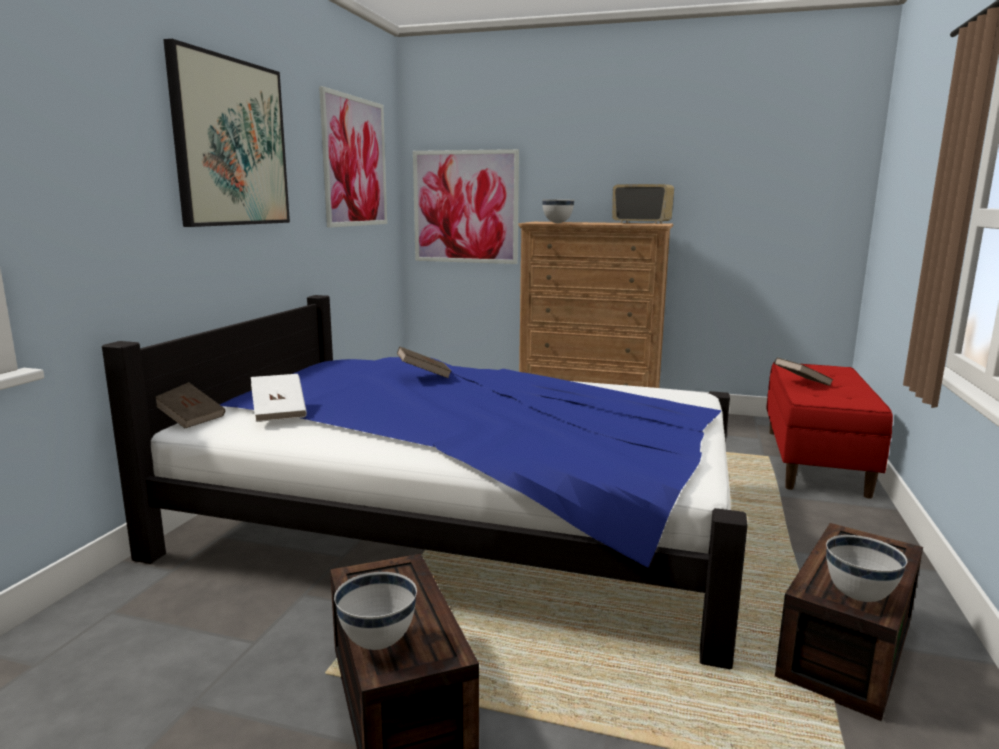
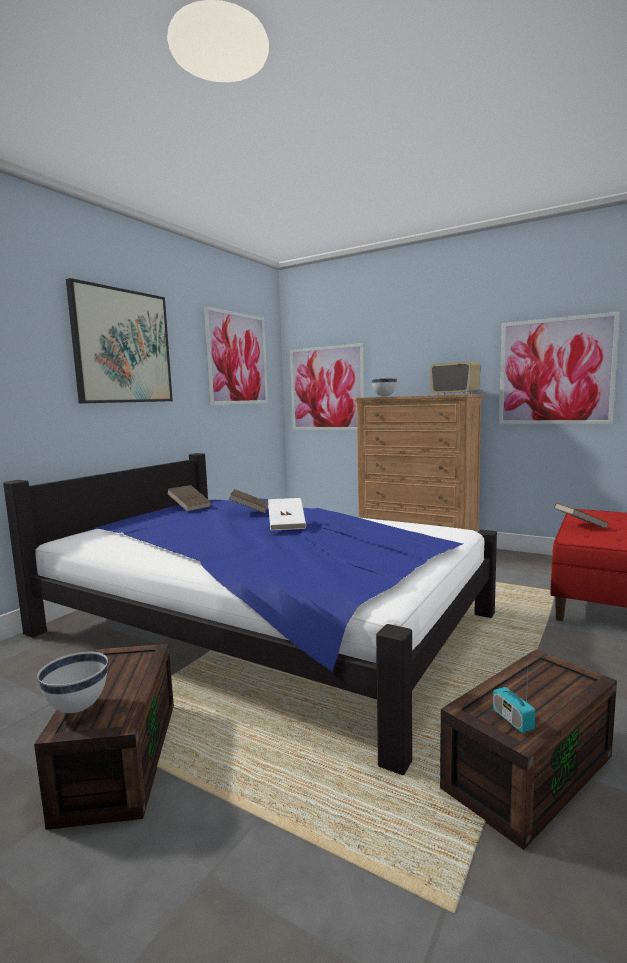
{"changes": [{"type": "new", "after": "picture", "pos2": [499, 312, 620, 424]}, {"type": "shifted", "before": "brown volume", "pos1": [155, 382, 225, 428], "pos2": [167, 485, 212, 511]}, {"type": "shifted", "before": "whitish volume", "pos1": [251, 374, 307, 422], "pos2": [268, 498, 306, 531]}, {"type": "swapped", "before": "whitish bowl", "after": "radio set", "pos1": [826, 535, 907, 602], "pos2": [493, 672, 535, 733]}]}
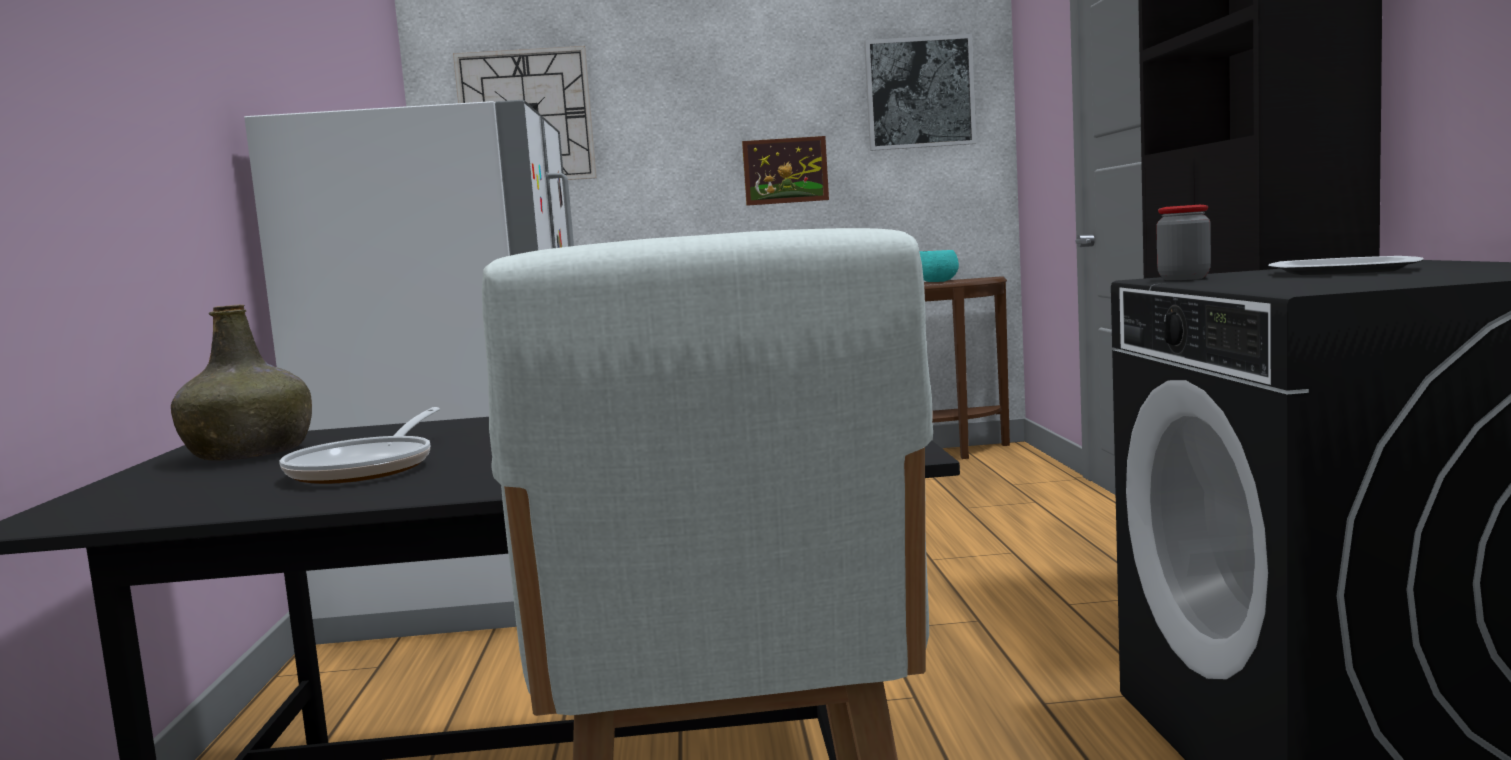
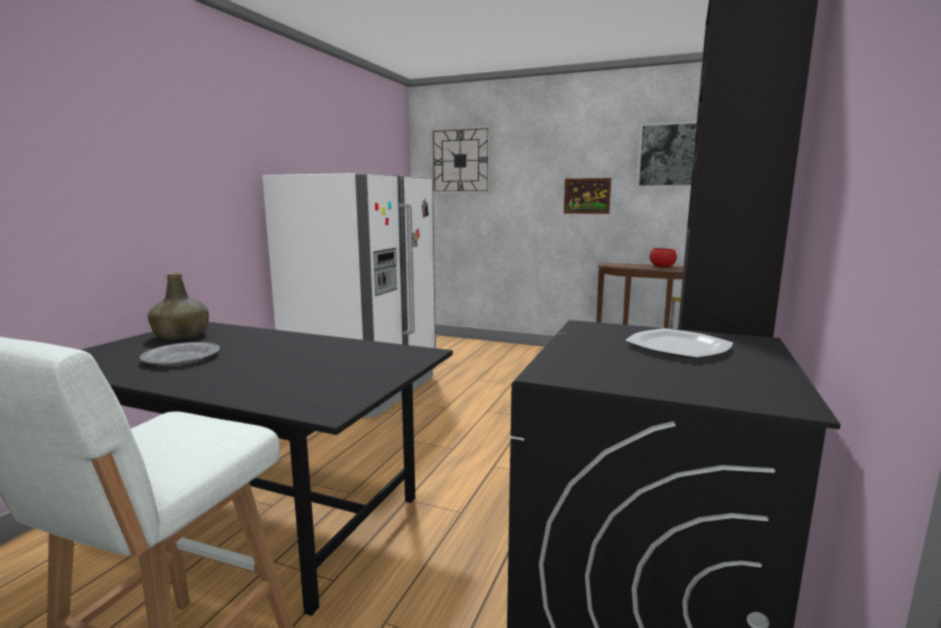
{"changes": [{"type": "gone", "before": "preserve jar", "pos1": [1156, 205, 1211, 280]}, {"type": "swapped", "before": "frying pan", "after": "gray dinner plate", "pos1": [279, 407, 440, 484], "pos2": [139, 342, 220, 364]}, {"type": "repainted", "before": "turquoise bowl", "after": "red bowl", "pos1": [919, 250, 959, 282], "pos2": [650, 248, 677, 267]}]}
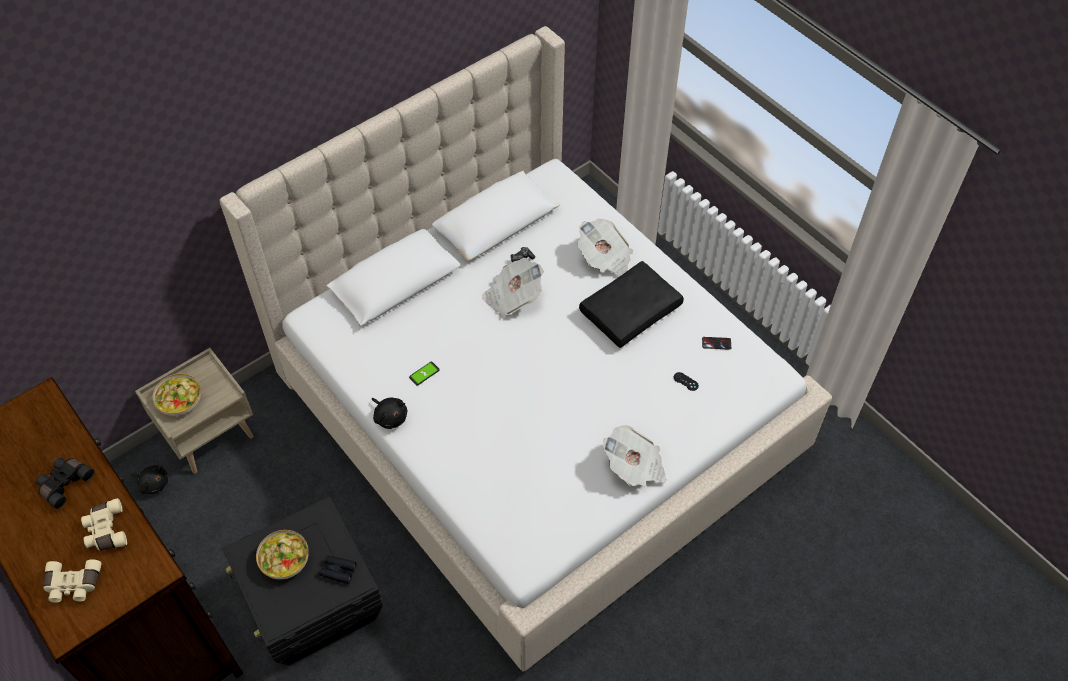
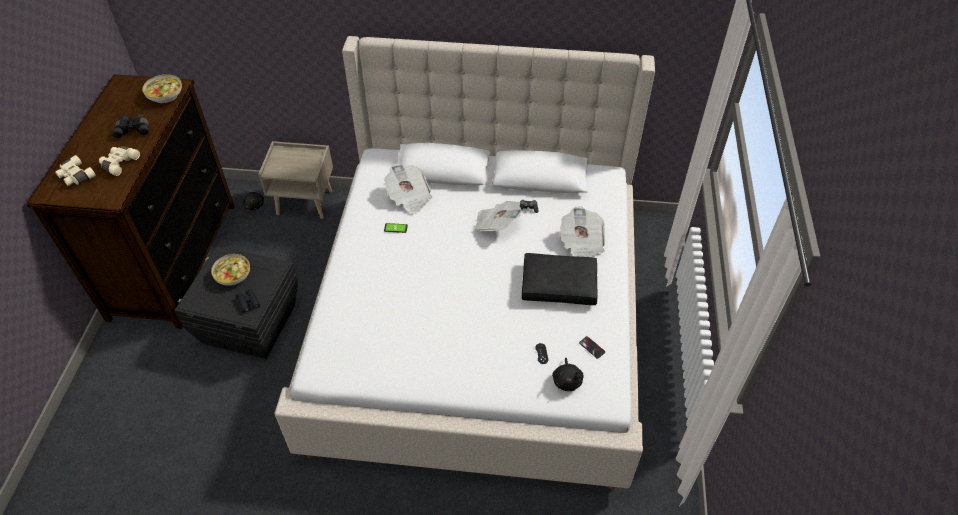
{"changes": [{"type": "shifted", "before": "bowl", "pos1": [152, 374, 201, 416], "pos2": [142, 74, 182, 103]}, {"type": "shifted", "before": "black-coloured cuddly toy", "pos1": [372, 398, 407, 429], "pos2": [552, 358, 584, 391]}, {"type": "shifted", "before": "daily paper", "pos1": [603, 425, 667, 487], "pos2": [384, 163, 432, 214]}]}
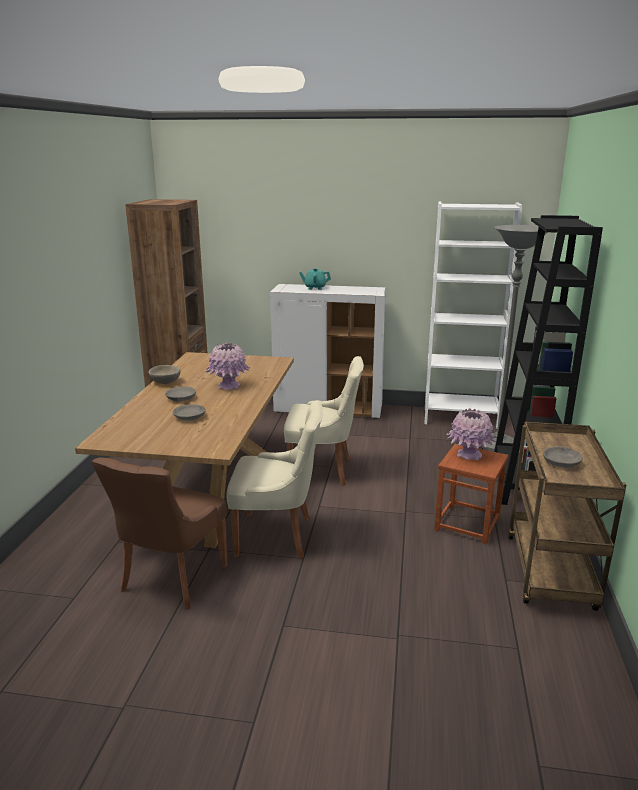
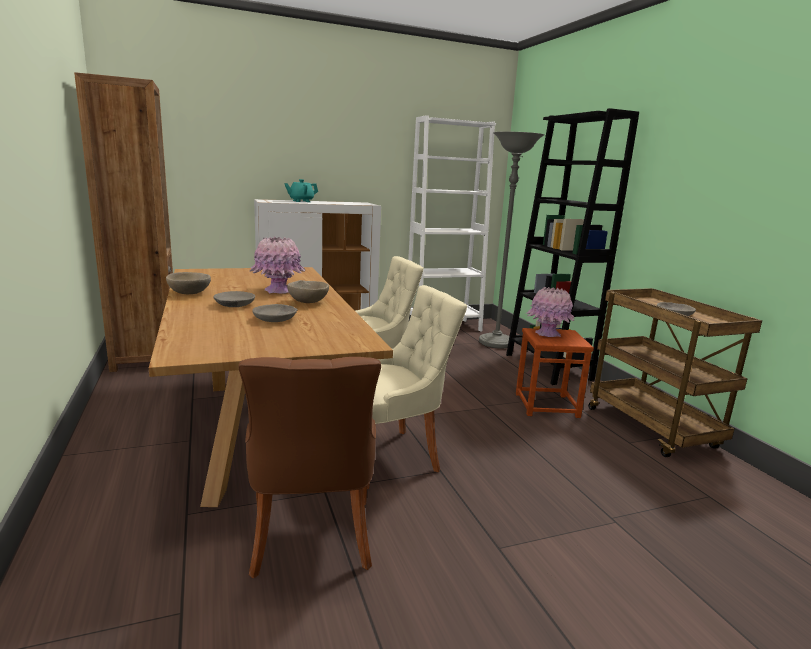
{"changes": [{"type": "new", "after": "sand-coloured bowl", "pos2": [287, 280, 329, 303]}]}
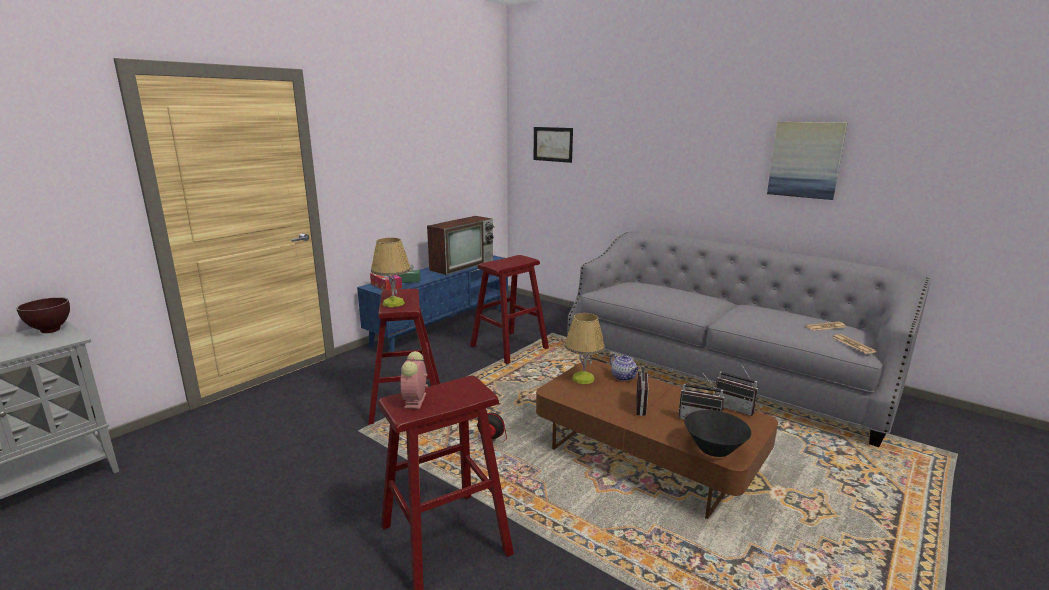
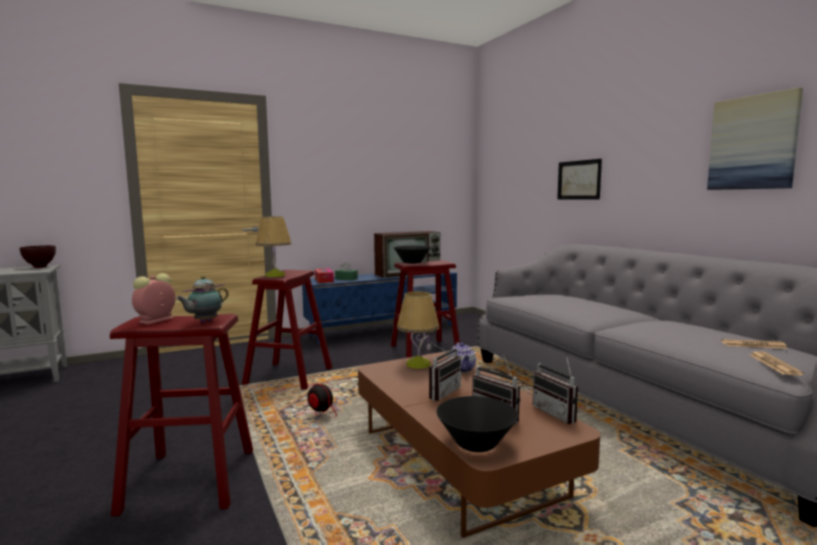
{"changes": [{"type": "new", "after": "tea pot", "pos2": [176, 275, 229, 323]}, {"type": "new", "after": "black-coloured bowl", "pos2": [394, 246, 431, 264]}, {"type": "shifted", "before": "picture", "pos1": [534, 127, 573, 163], "pos2": [557, 159, 602, 200]}]}
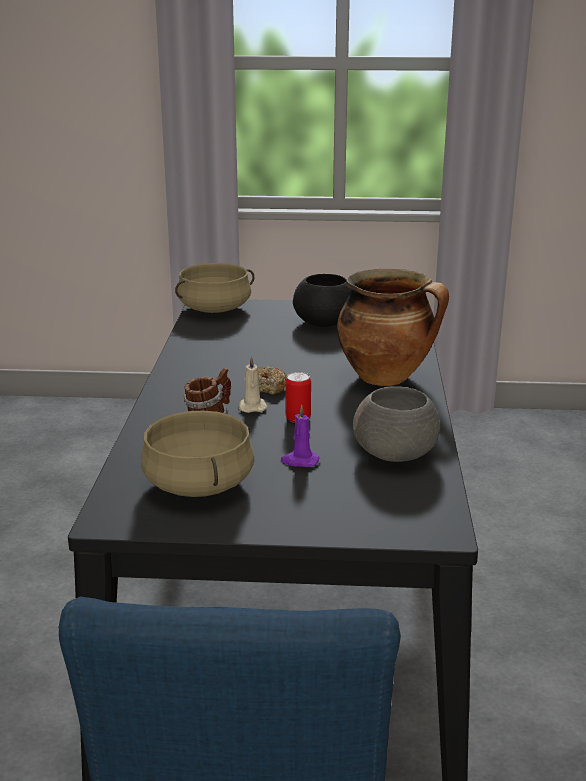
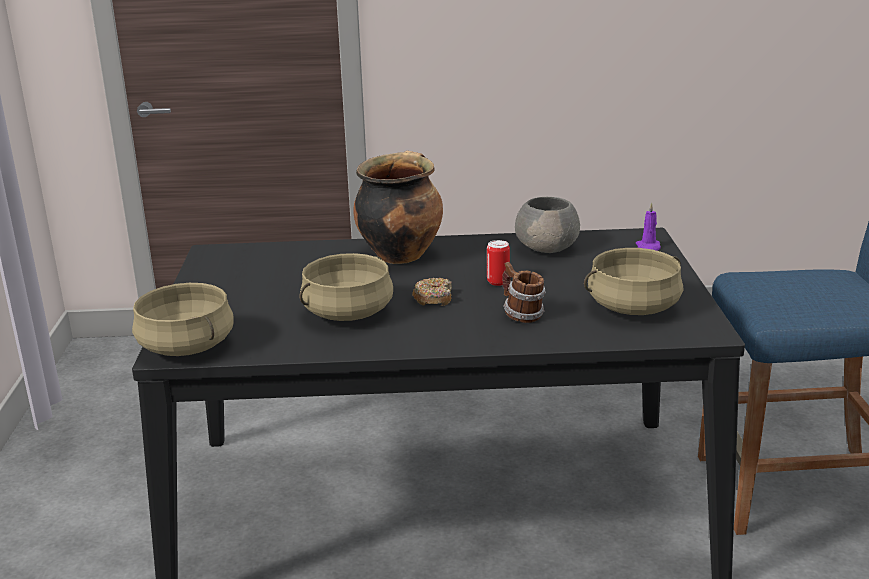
{"changes": [{"type": "gone", "before": "sand-coloured wax candle", "pos1": [239, 355, 267, 413]}, {"type": "gone", "before": "black-coloured bowl", "pos1": [293, 274, 351, 327]}, {"type": "new", "after": "sand-coloured saucepot", "pos2": [300, 253, 393, 321]}, {"type": "shifted", "before": "purple wax candle", "pos1": [281, 404, 319, 467], "pos2": [636, 202, 661, 251]}]}
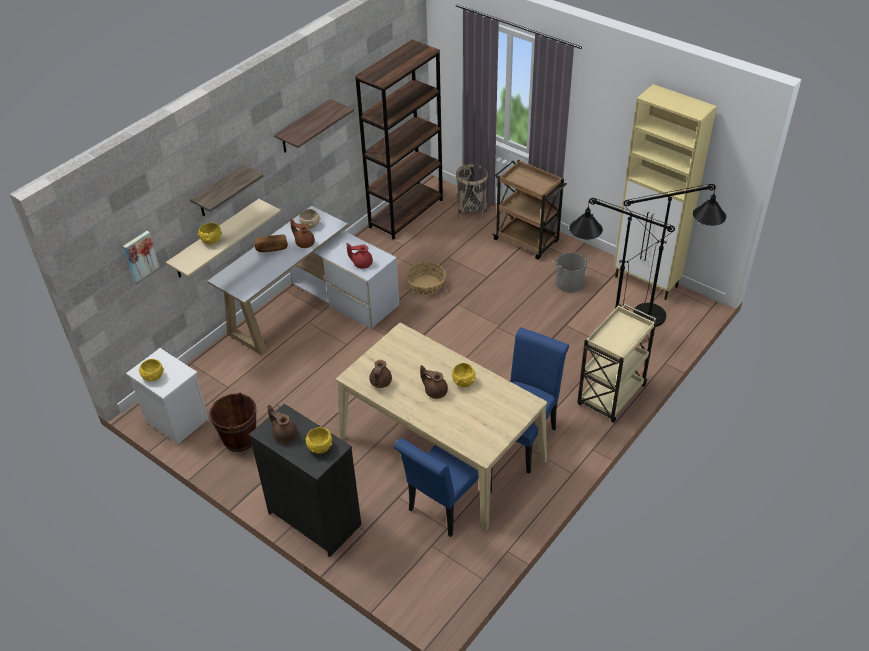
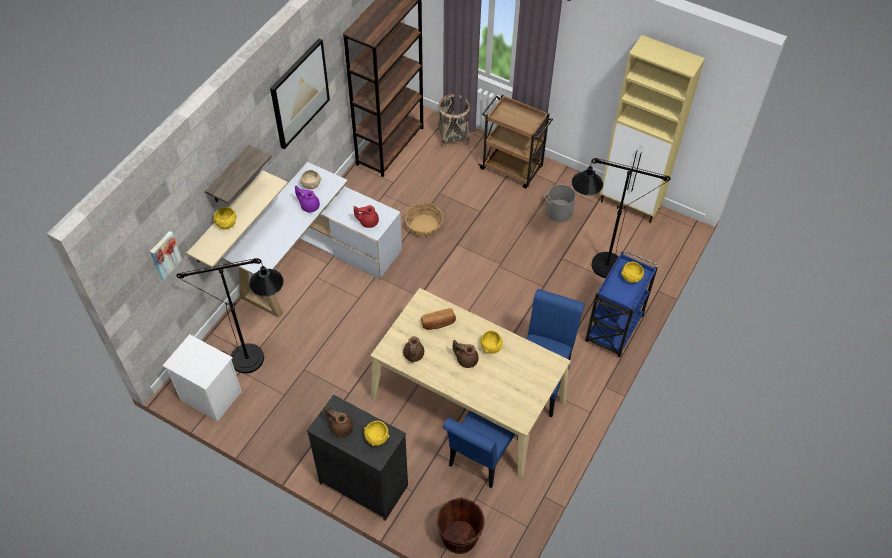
{"changes": [{"type": "shifted", "before": "yellowish bowl", "pos1": [139, 359, 164, 381], "pos2": [621, 262, 644, 283]}, {"type": "shifted", "before": "brown bucket", "pos1": [210, 392, 256, 452], "pos2": [437, 497, 485, 554]}, {"type": "shifted", "before": "baked bread", "pos1": [255, 234, 288, 252], "pos2": [421, 308, 456, 330]}, {"type": "shifted", "before": "black-coloured floor lamp", "pos1": [623, 184, 726, 327], "pos2": [176, 258, 283, 373]}, {"type": "swapped", "before": "shelf", "after": "picture", "pos1": [274, 99, 354, 153], "pos2": [270, 38, 330, 149]}, {"type": "repainted", "before": "brown tea pot", "after": "purple tea pot", "pos1": [290, 219, 315, 248], "pos2": [295, 185, 320, 213]}, {"type": "repainted", "before": "sand-coloured wheeled cart", "after": "blue-coloured wheeled cart", "pos1": [578, 304, 656, 423], "pos2": [585, 250, 658, 357]}]}
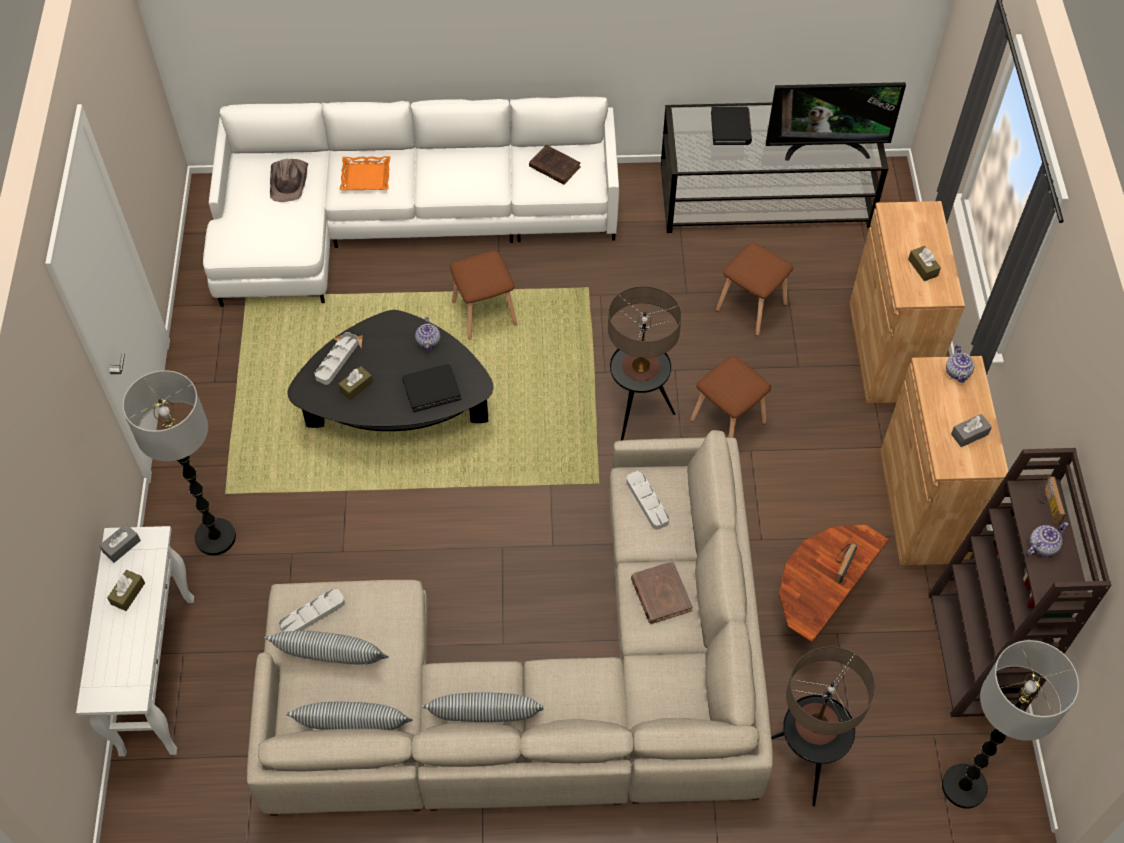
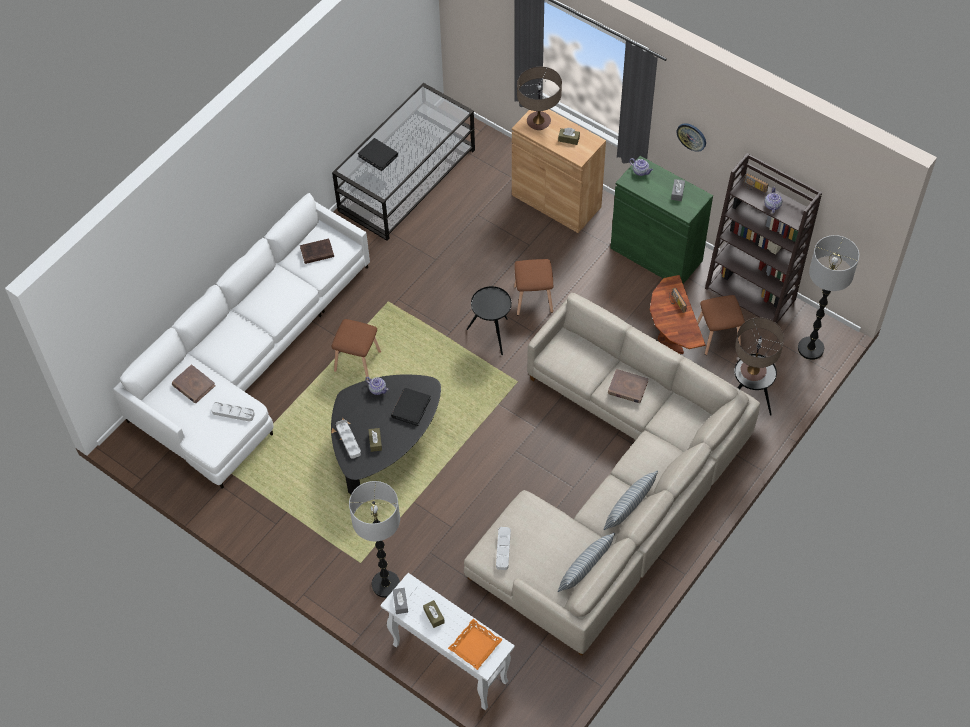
{"changes": [{"type": "gone", "before": "throw pillow", "pos1": [264, 631, 389, 665]}, {"type": "gone", "before": "television", "pos1": [766, 82, 906, 161]}, {"type": "new", "after": "clock on the wall", "pos2": [677, 123, 706, 152]}, {"type": "shifted", "before": "orange tray", "pos1": [340, 156, 390, 190], "pos2": [448, 619, 503, 670]}, {"type": "shifted", "before": "lamp for a table", "pos1": [608, 286, 682, 381], "pos2": [517, 67, 562, 130]}, {"type": "shifted", "before": "gray tray", "pos1": [626, 471, 669, 530], "pos2": [211, 402, 255, 422]}, {"type": "shifted", "before": "brown stool seat", "pos1": [716, 242, 793, 336], "pos2": [697, 295, 745, 355]}, {"type": "swapped", "before": "brown wearable hat", "after": "brown volume", "pos1": [270, 159, 308, 202], "pos2": [172, 365, 216, 403]}, {"type": "repainted", "before": "brown cabinet", "after": "greenish cabinet", "pos1": [880, 356, 1008, 565], "pos2": [610, 156, 713, 284]}]}
